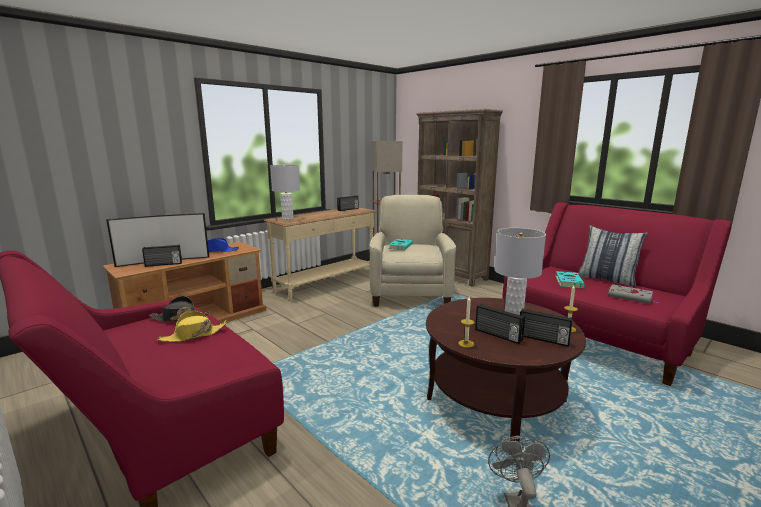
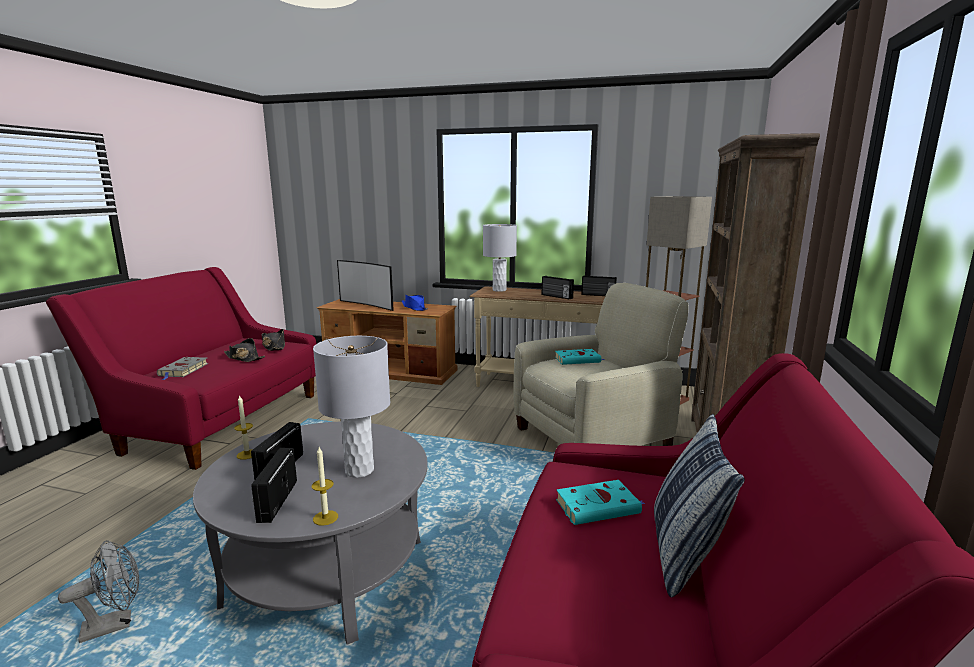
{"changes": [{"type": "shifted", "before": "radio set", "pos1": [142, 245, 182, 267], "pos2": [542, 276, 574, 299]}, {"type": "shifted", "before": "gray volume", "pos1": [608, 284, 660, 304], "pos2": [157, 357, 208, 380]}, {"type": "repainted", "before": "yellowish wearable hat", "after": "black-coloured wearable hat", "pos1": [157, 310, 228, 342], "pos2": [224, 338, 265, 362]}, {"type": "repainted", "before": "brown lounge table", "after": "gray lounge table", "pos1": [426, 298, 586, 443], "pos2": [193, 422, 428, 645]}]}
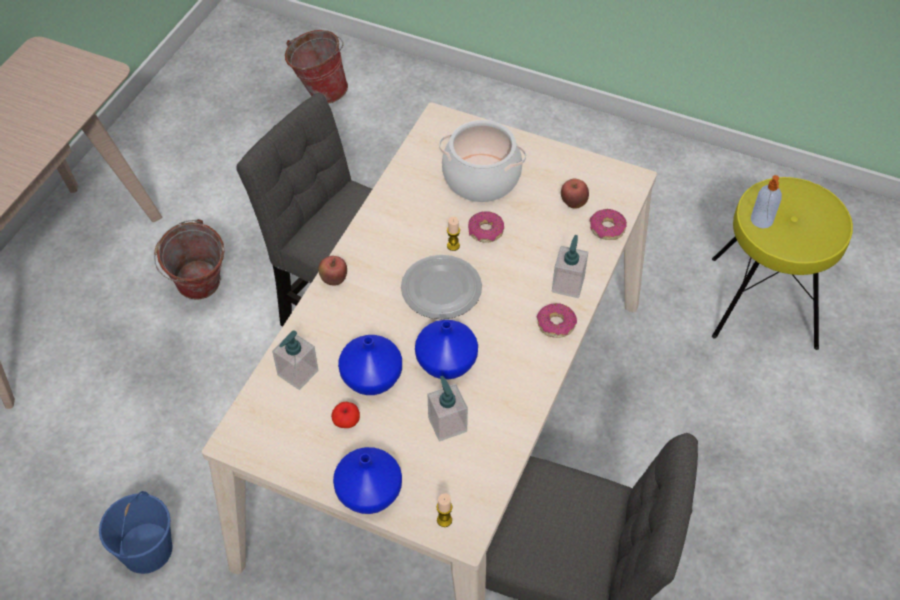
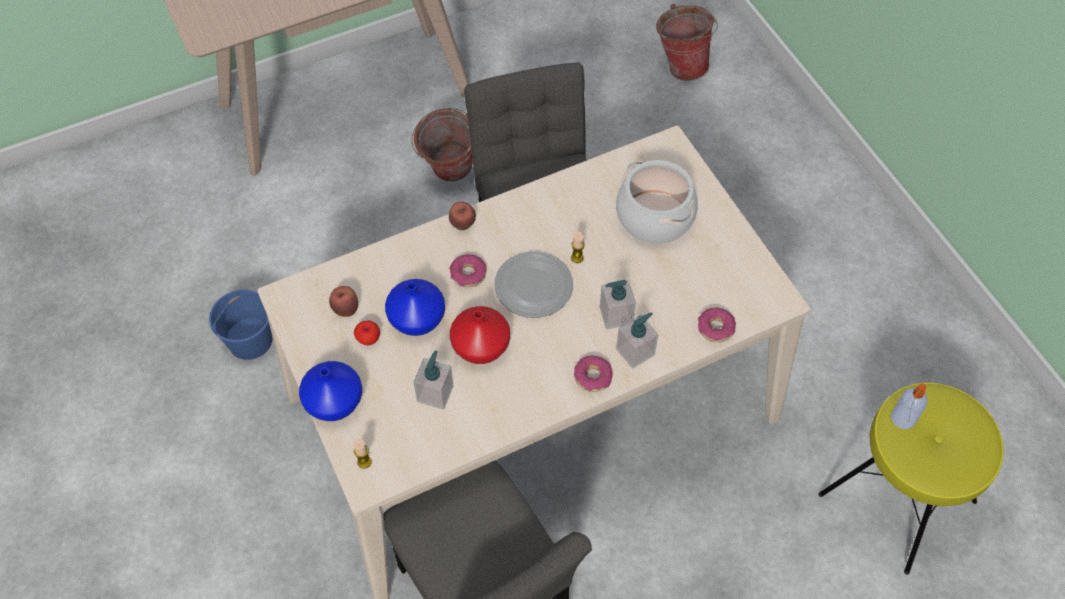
{"changes": [{"type": "shifted", "before": "soap bottle", "pos1": [272, 330, 318, 390], "pos2": [600, 280, 636, 329]}, {"type": "shifted", "before": "ring doughnut", "pos1": [468, 211, 504, 243], "pos2": [449, 254, 487, 288]}, {"type": "shifted", "before": "apple fruit", "pos1": [561, 179, 589, 209], "pos2": [329, 286, 358, 317]}, {"type": "repainted", "before": "blue-coloured vase", "after": "red vase", "pos1": [415, 320, 478, 379], "pos2": [450, 306, 510, 364]}]}
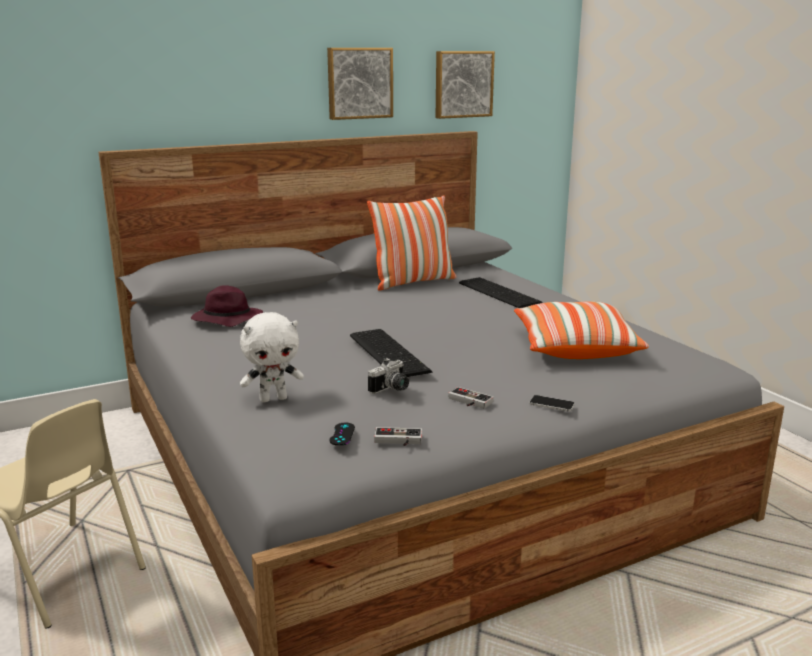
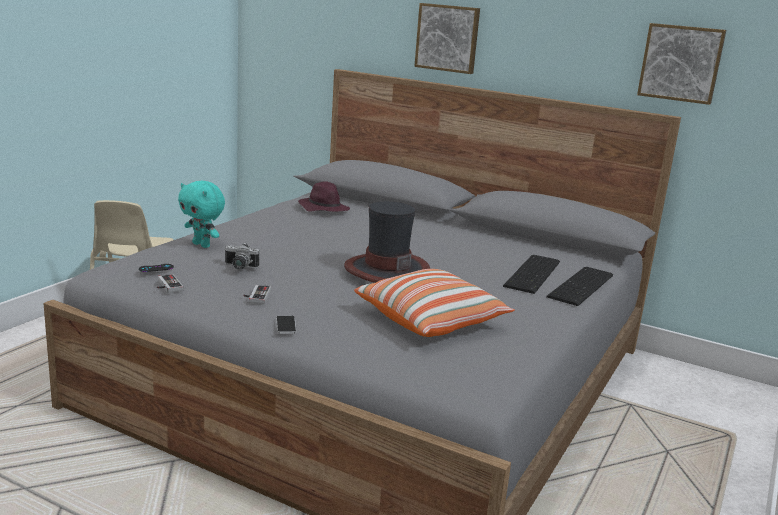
{"changes": [{"type": "gone", "before": "throw pillow", "pos1": [367, 195, 457, 291]}, {"type": "new", "after": "wearable hat", "pos2": [344, 201, 430, 283]}, {"type": "shifted", "before": "picture", "pos1": [327, 48, 393, 120], "pos2": [414, 3, 480, 74]}, {"type": "shifted", "before": "computer keyboard", "pos1": [350, 329, 433, 377], "pos2": [546, 267, 613, 306]}, {"type": "repainted", "before": "whitish cuddly toy", "after": "turquoise cuddly toy", "pos1": [240, 312, 304, 402], "pos2": [178, 181, 225, 248]}]}
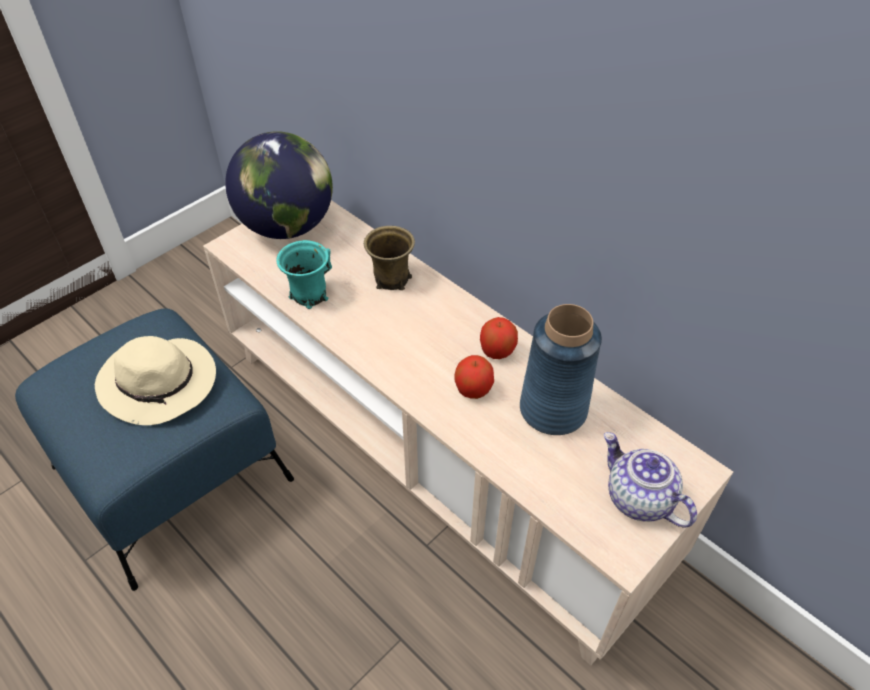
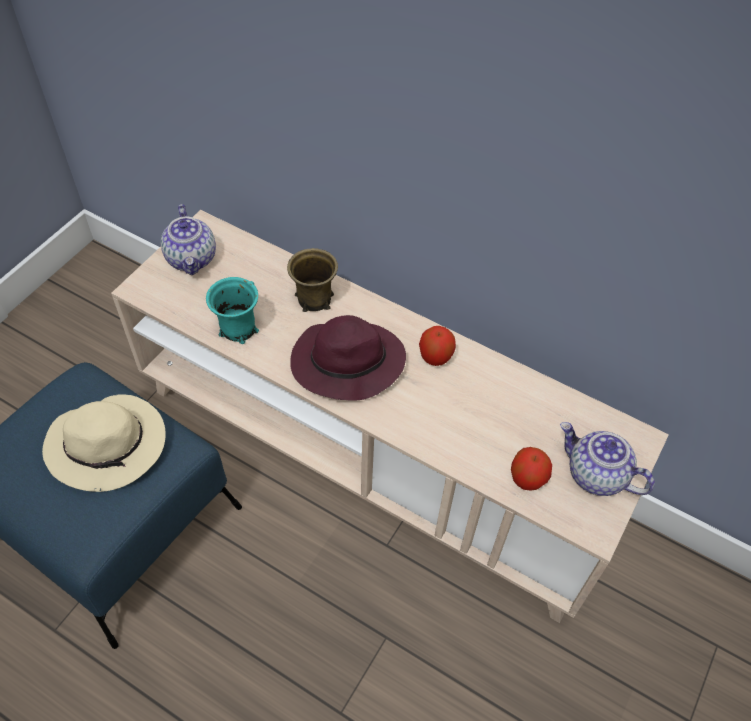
{"changes": [{"type": "gone", "before": "blue-coloured vase", "pos1": [520, 304, 602, 435]}, {"type": "new", "after": "purple wearable hat", "pos2": [290, 315, 406, 400]}, {"type": "shifted", "before": "apple fruit", "pos1": [455, 355, 494, 399], "pos2": [511, 447, 552, 491]}, {"type": "swapped", "before": "globe", "after": "tea pot", "pos1": [225, 131, 333, 239], "pos2": [161, 204, 216, 275]}]}
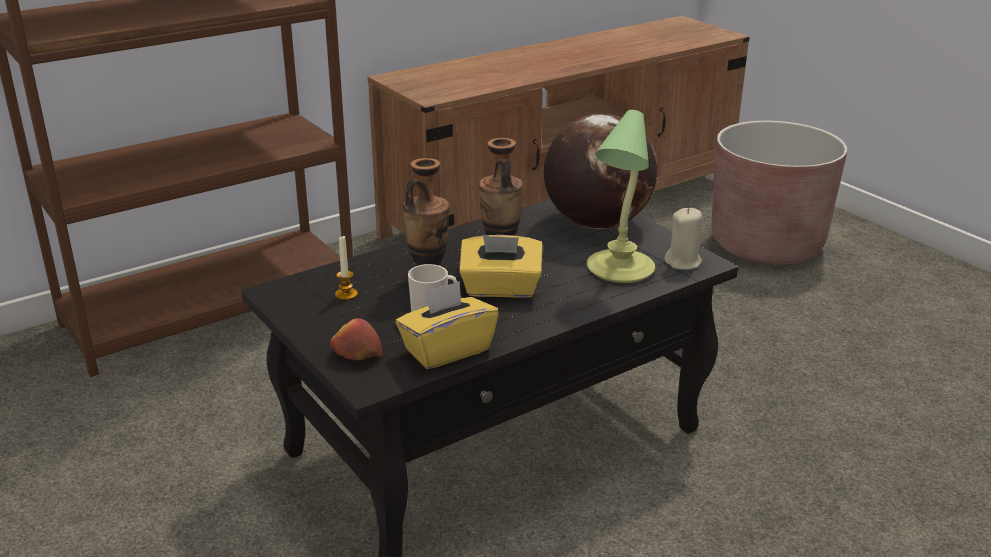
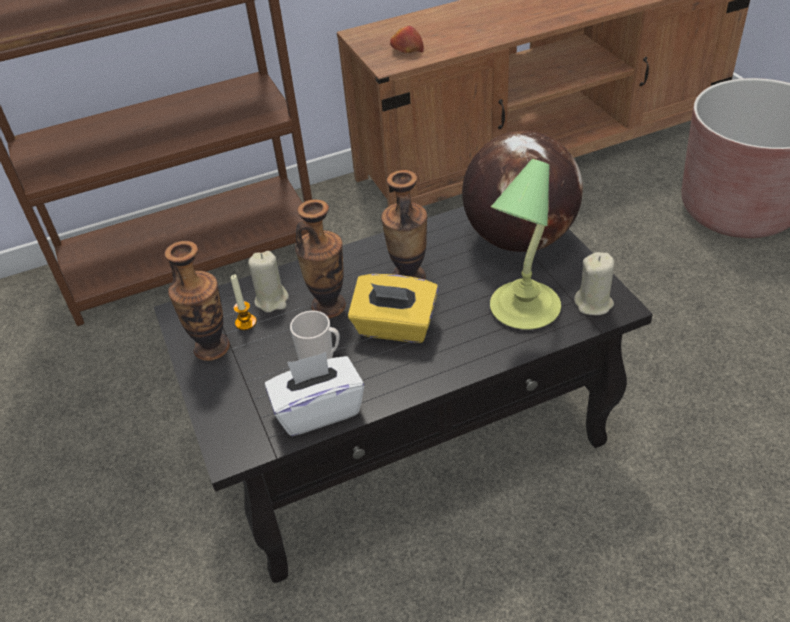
{"changes": [{"type": "new", "after": "vase", "pos2": [164, 241, 230, 361]}, {"type": "new", "after": "sand-coloured wax candle", "pos2": [248, 251, 289, 313]}, {"type": "shifted", "before": "apple fruit", "pos1": [330, 318, 382, 360], "pos2": [390, 26, 424, 53]}, {"type": "repainted", "before": "yellowish tissue box", "after": "whitish tissue box", "pos1": [396, 281, 499, 369], "pos2": [265, 352, 364, 436]}]}
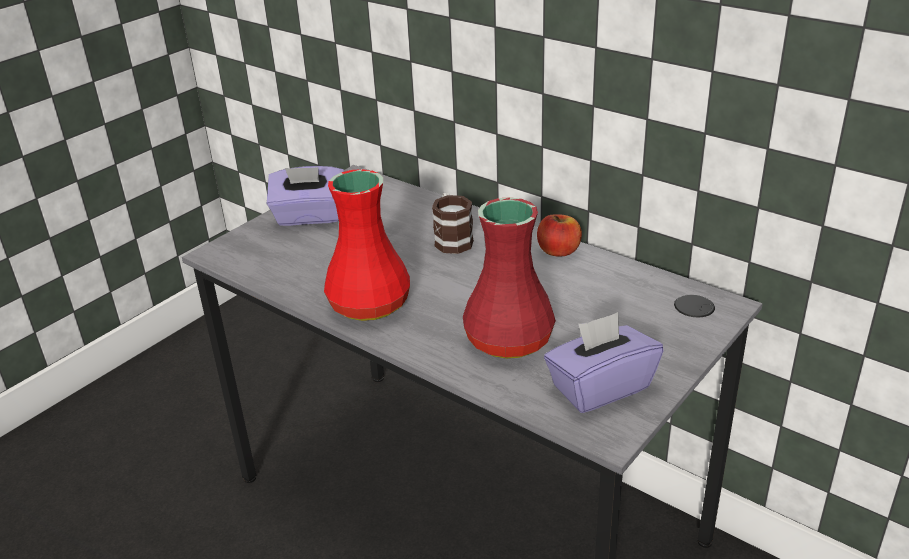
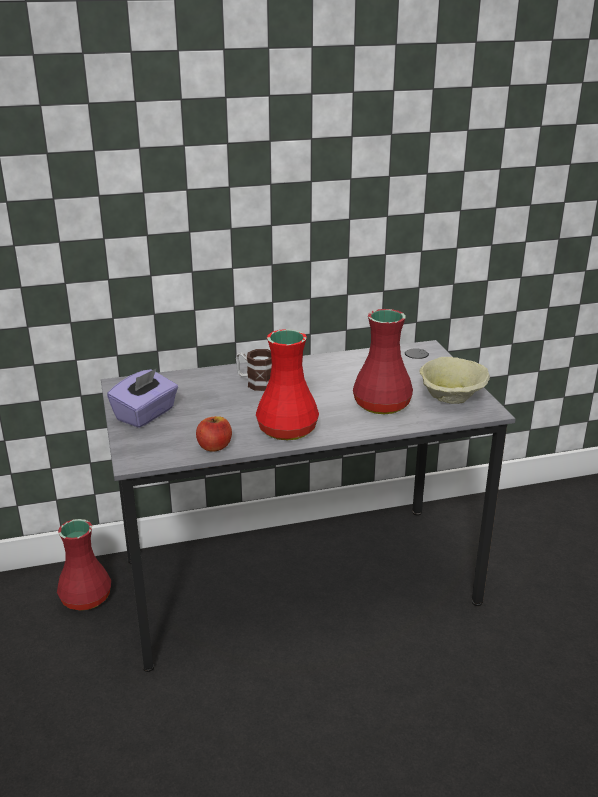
{"changes": [{"type": "new", "after": "red vase", "pos2": [57, 519, 111, 611]}, {"type": "shifted", "before": "apple fruit", "pos1": [537, 214, 582, 257], "pos2": [196, 416, 232, 452]}, {"type": "swapped", "before": "purple tissue box", "after": "sand-coloured bowl", "pos1": [544, 312, 664, 413], "pos2": [419, 357, 490, 404]}]}
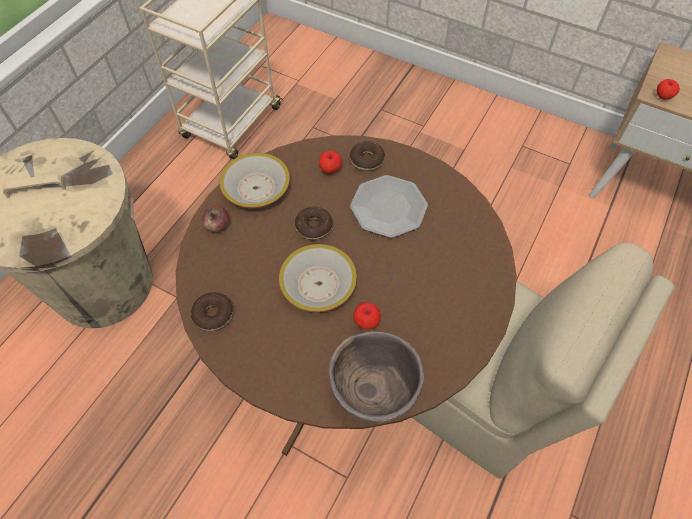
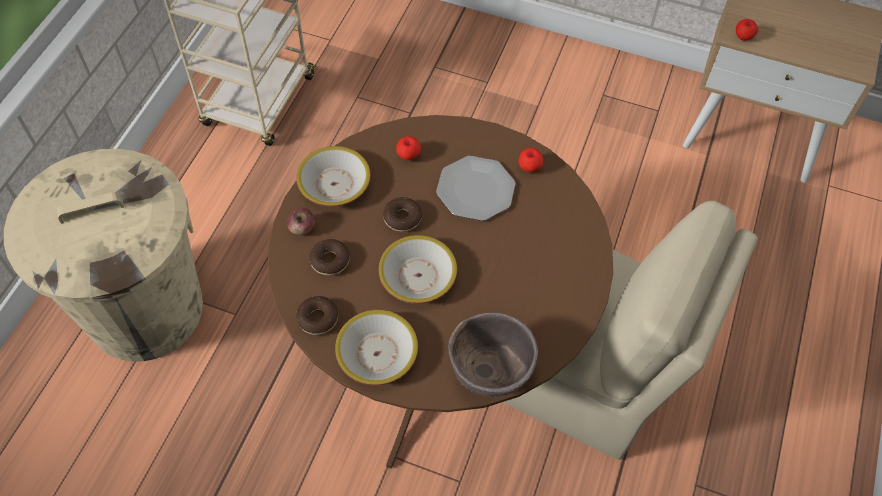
{"changes": [{"type": "new", "after": "bowl", "pos2": [335, 310, 418, 386]}, {"type": "shifted", "before": "ring doughnut", "pos1": [350, 141, 385, 171], "pos2": [309, 239, 350, 276]}, {"type": "shifted", "before": "apple fruit", "pos1": [353, 302, 381, 329], "pos2": [519, 148, 543, 172]}]}
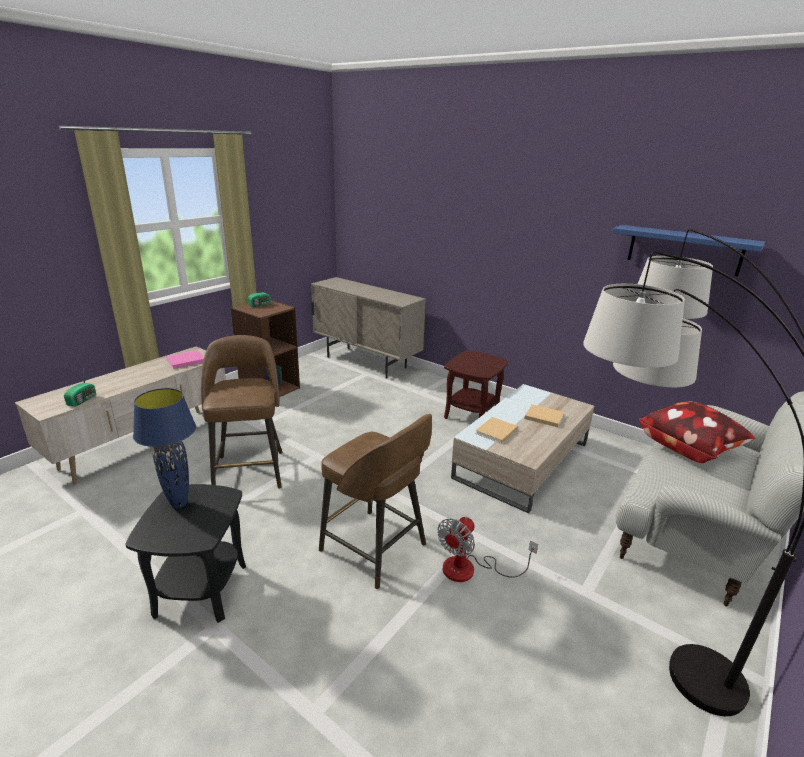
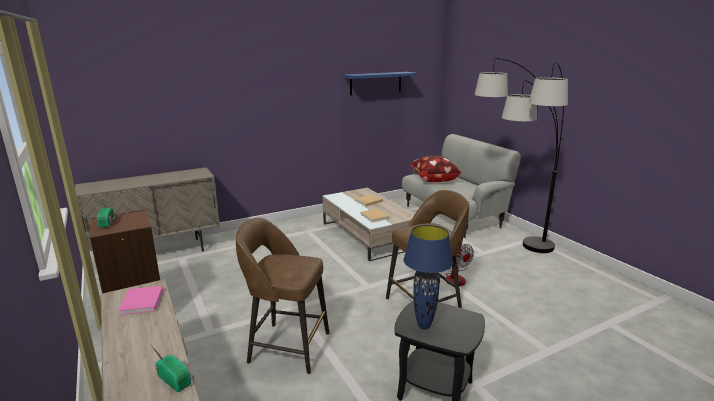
{"changes": [{"type": "gone", "before": "brown side table", "pos1": [444, 351, 508, 419]}]}
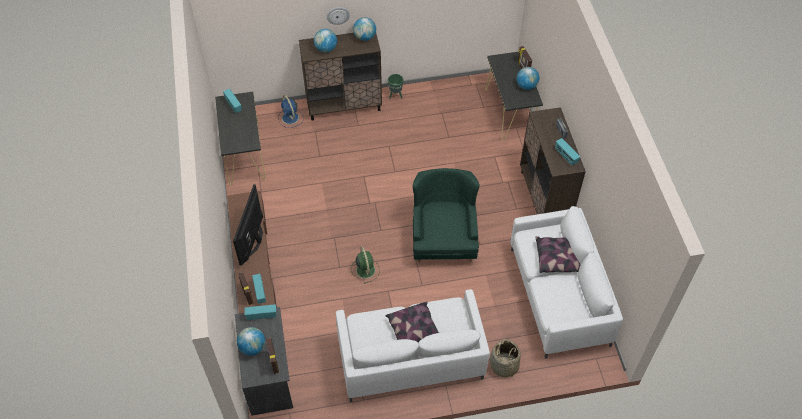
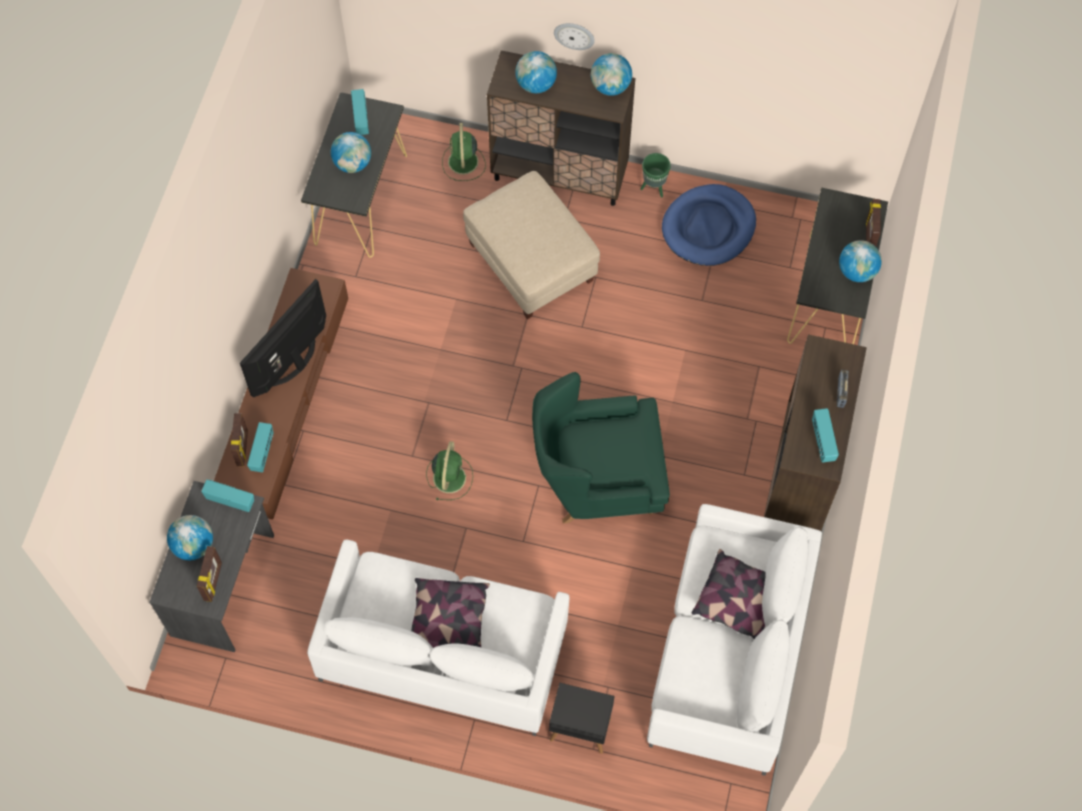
{"changes": [{"type": "new", "after": "globe", "pos2": [331, 132, 371, 173]}, {"type": "new", "after": "sand-coloured footrest", "pos2": [463, 171, 600, 319]}, {"type": "new", "after": "blue-coloured dog cushion", "pos2": [662, 184, 756, 266]}, {"type": "swapped", "before": "storage basket", "after": "black-coloured side table", "pos1": [490, 339, 521, 378], "pos2": [549, 683, 614, 754]}, {"type": "repainted", "before": "blue-coloured electric fan", "after": "greenish electric fan", "pos1": [278, 95, 304, 128], "pos2": [442, 123, 486, 181]}, {"type": "rotated", "before": "greenish easy chair", "pos1": [413, 168, 480, 263], "pos2": [532, 372, 670, 524], "turn": -120}]}
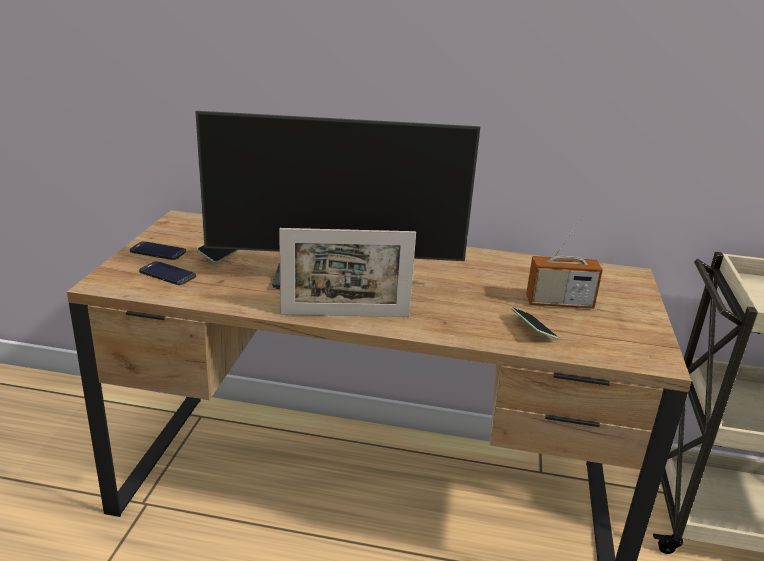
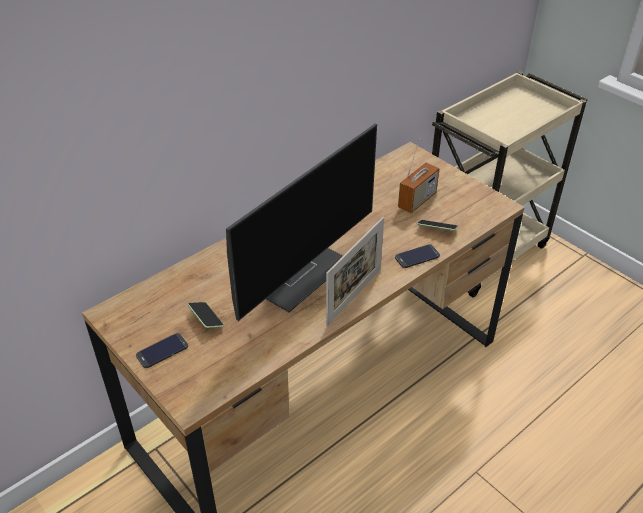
{"changes": [{"type": "shifted", "before": "telephone", "pos1": [139, 261, 196, 285], "pos2": [395, 244, 440, 268]}]}
